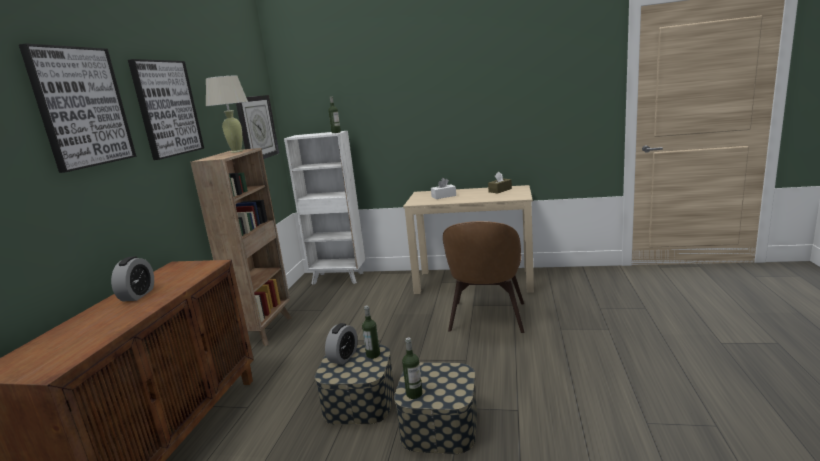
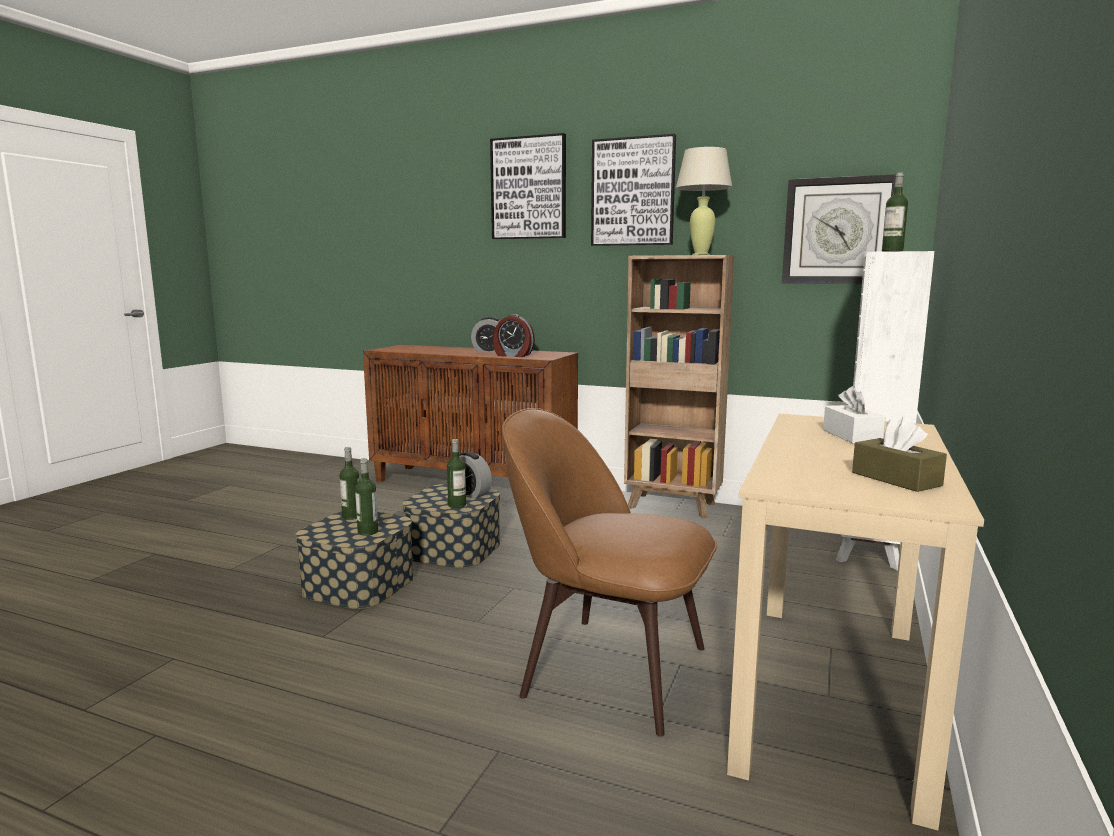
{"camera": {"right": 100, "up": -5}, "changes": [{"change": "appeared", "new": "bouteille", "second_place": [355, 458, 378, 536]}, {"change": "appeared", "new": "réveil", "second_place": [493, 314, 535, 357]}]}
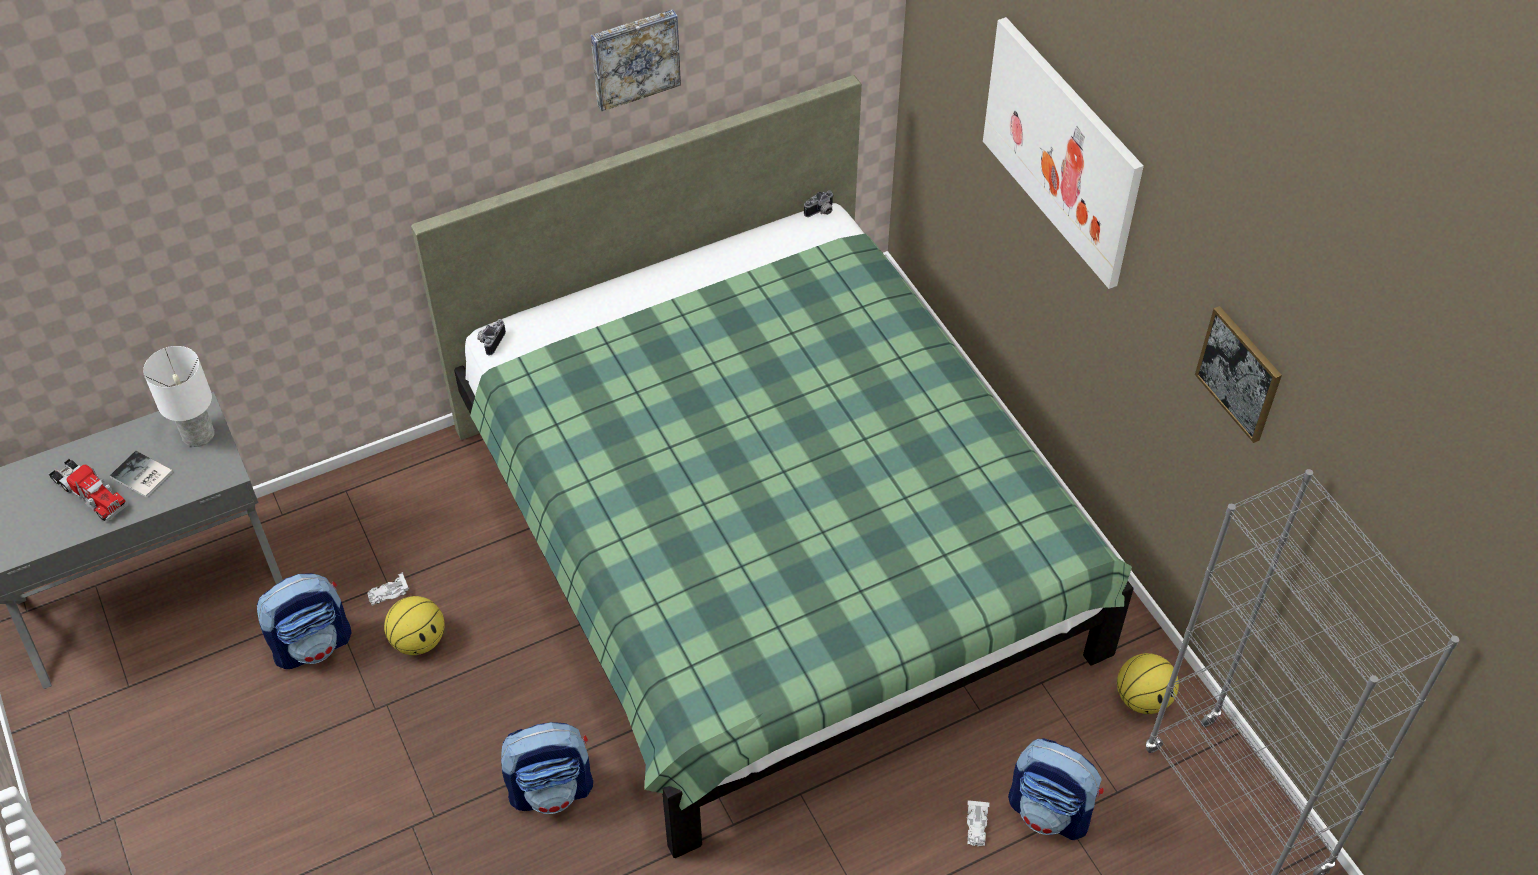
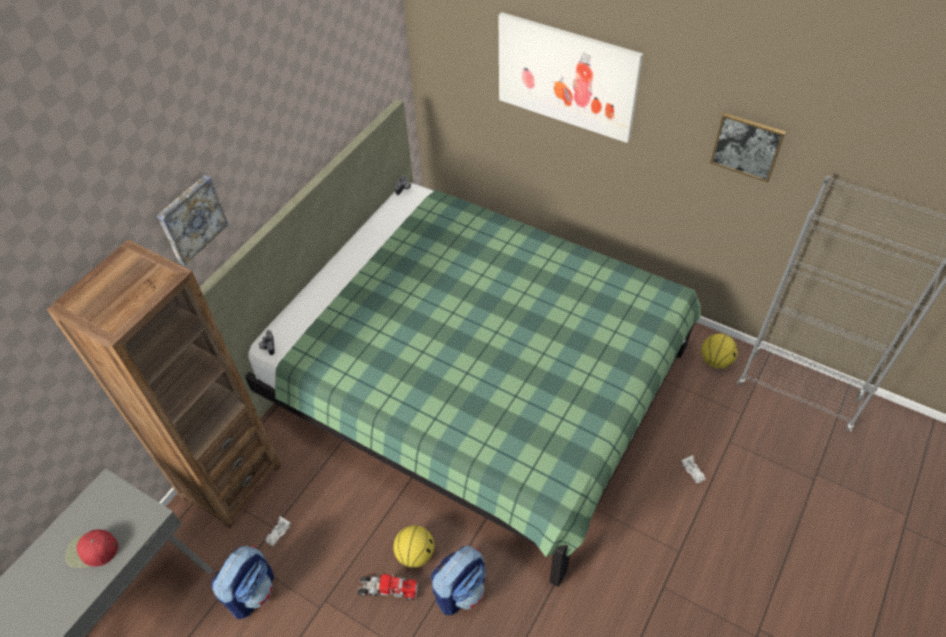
{"camera": {"right": -30, "up": 0}, "changes": [{"change": "missing", "old": "lampe de table [blanc]", "first_place": [143, 346, 214, 447]}, {"change": "missing", "old": "sac à dos", "first_place": [1008, 738, 1103, 840]}, {"change": "appeared", "new": "bibliothèque [marron]", "second_place": [47, 240, 281, 528]}, {"change": "relocated", "old": "camion jouet", "first_place": [49, 459, 127, 521], "second_place": [357, 574, 418, 600]}, {"change": "relocated", "old": "ballon de basket", "first_place": [384, 596, 445, 655], "second_place": [393, 525, 434, 568]}, {"change": "relocated", "old": "tableau", "first_place": [591, 9, 681, 111], "second_place": [157, 175, 228, 265]}, {"change": "exchanged", "old": "livre", "new": "casquette [rouge]", "first_place": [110, 451, 173, 498], "second_place": [65, 529, 118, 568]}]}
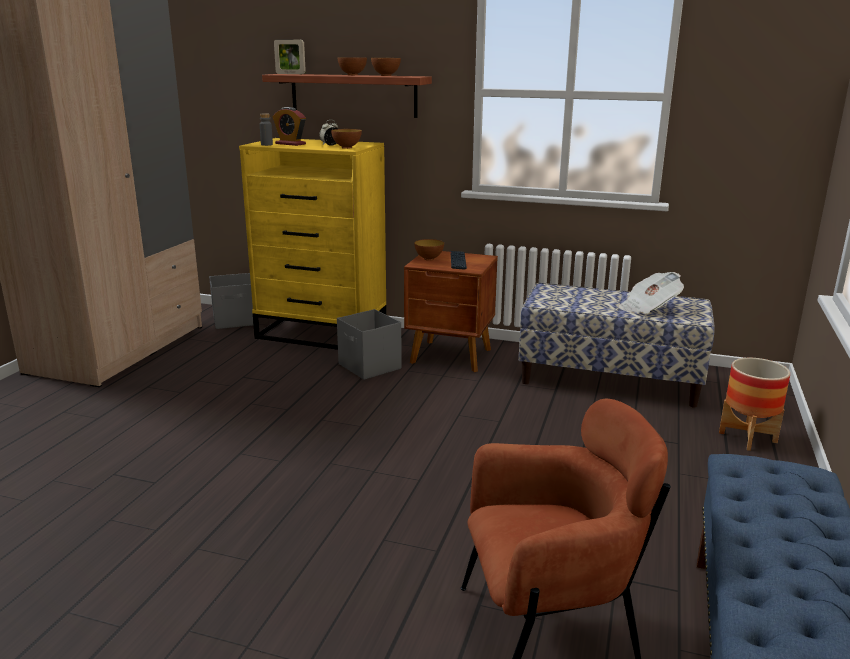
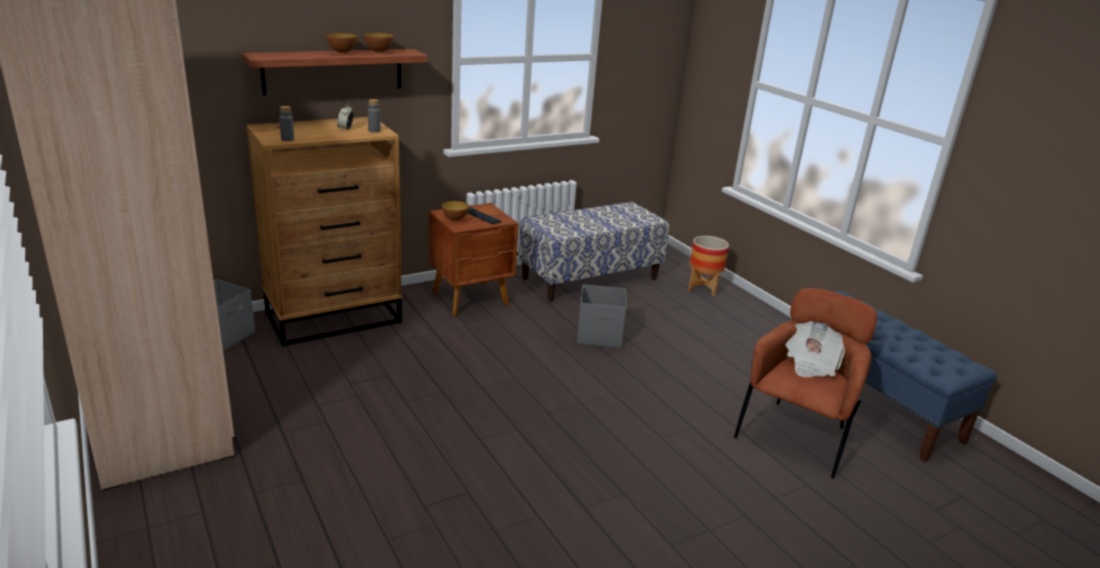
{"camera": {"right": -50, "up": 5}, "changes": [{"change": "missing", "old": "réveil", "first_place": [273, 107, 306, 146]}, {"change": "missing", "old": "cadre photo", "first_place": [274, 39, 306, 74]}, {"change": "relocated", "old": "boîte de rangement [gris]", "first_place": [337, 309, 402, 380], "second_place": [577, 284, 626, 349]}, {"change": "relocated", "old": "journal", "first_place": [618, 272, 684, 314], "second_place": [785, 321, 845, 377]}, {"change": "exchanged", "old": "bol", "new": "bouteille [gris]", "first_place": [331, 129, 362, 149], "second_place": [368, 99, 381, 133]}, {"change": "colour", "old": "commode [jaune]", "new": "commode [marron]", "first_place": [239, 138, 386, 350], "second_place": [246, 117, 402, 347]}]}
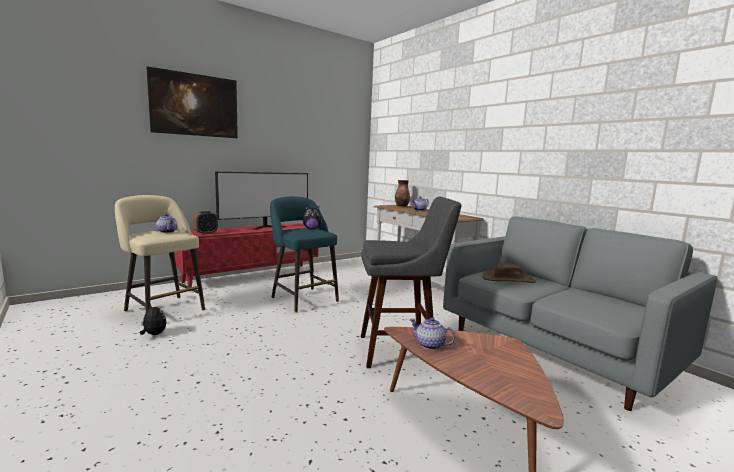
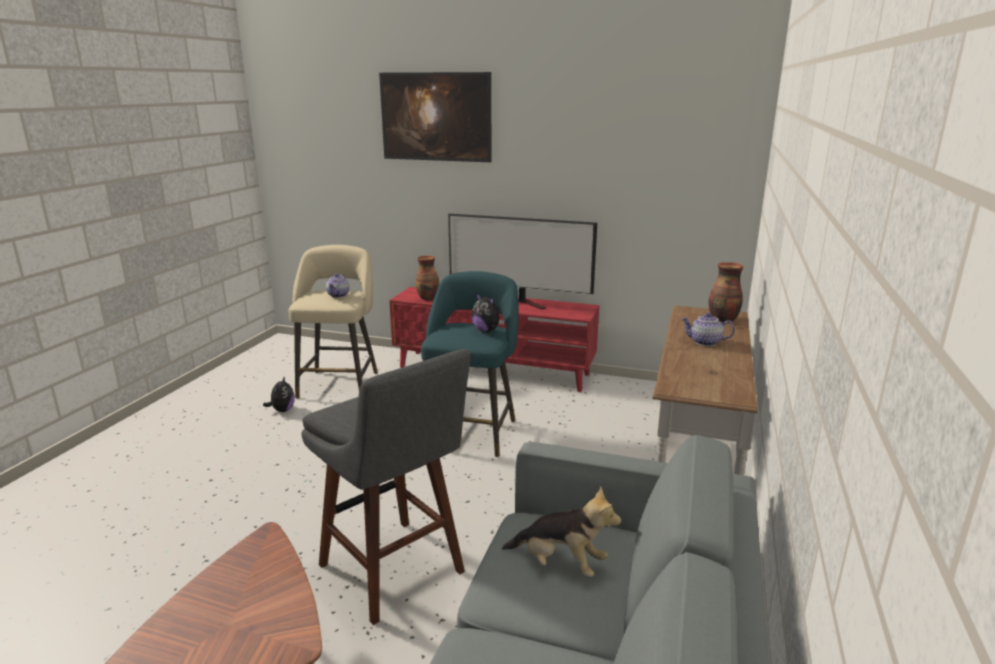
{"camera": {"right": 55, "up": 10}, "changes": [{"change": "missing", "old": "théière", "first_place": [409, 317, 455, 350]}, {"change": "exchanged", "old": "réveil", "new": "vase", "first_place": [193, 211, 218, 234], "second_place": [416, 256, 440, 300]}, {"change": "exchanged", "old": "chapeau [marron]", "new": "peluche", "first_place": [482, 263, 536, 283], "second_place": [502, 486, 621, 577]}]}
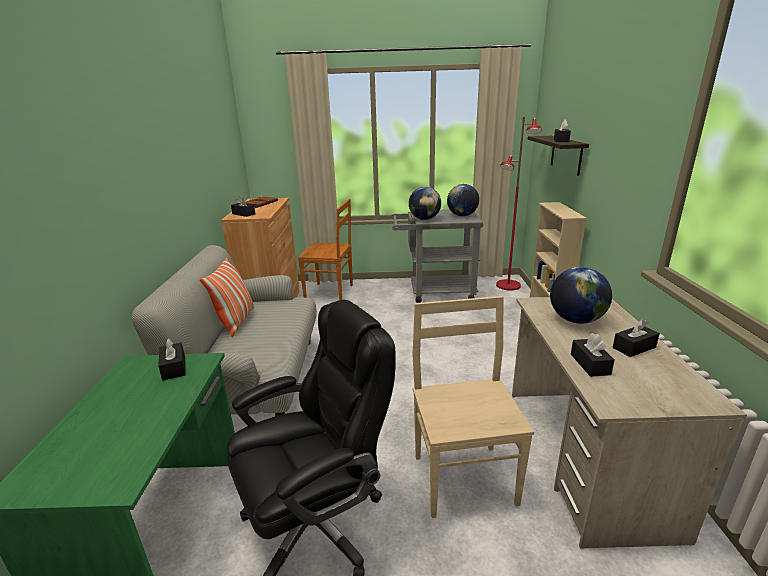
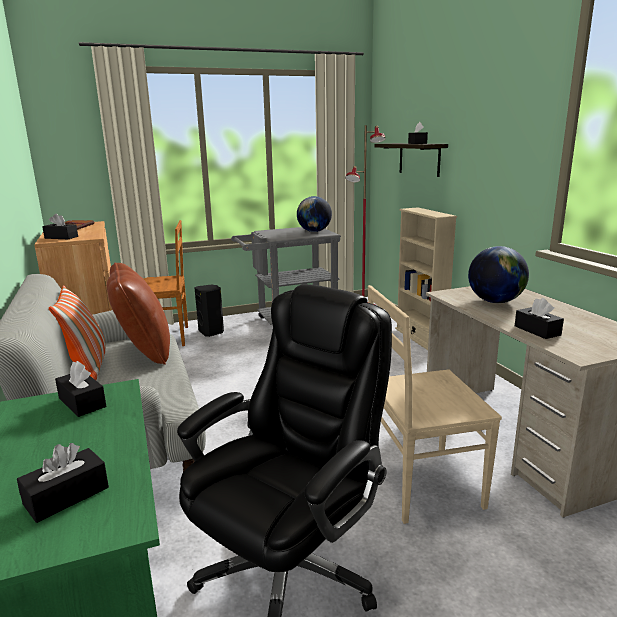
{"camera": {"right": -20, "up": -5}, "changes": [{"change": "missing", "old": "globe", "first_place": [409, 187, 441, 220]}, {"change": "appeared", "new": "coussin [marron]", "second_place": [107, 263, 170, 365]}, {"change": "appeared", "new": "enceinte [noir]", "second_place": [195, 285, 224, 337]}, {"change": "relocated", "old": "boîte à mouchoirs [noir]", "first_place": [613, 319, 660, 357], "second_place": [17, 443, 109, 523]}, {"change": "spun", "old": "chaise [beige]", "first_place": [413, 296, 534, 518], "second_place": [368, 285, 502, 524], "degrees": -75}]}
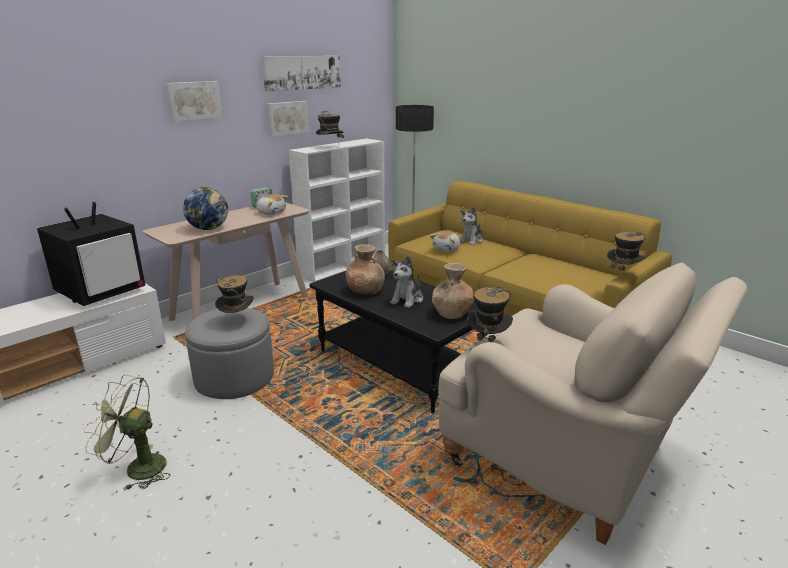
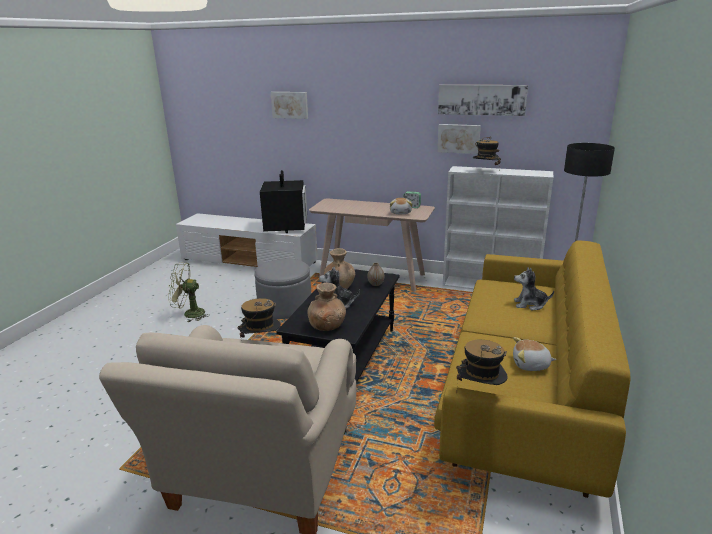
{"camera": {"right": 65, "up": 0}, "changes": [{"change": "missing", "old": "globe", "first_place": [183, 187, 228, 230]}, {"change": "missing", "old": "chapeau", "first_place": [215, 275, 254, 314]}, {"change": "relocated", "old": "tableau", "first_place": [166, 81, 223, 122], "second_place": [271, 92, 308, 119]}, {"change": "relocated", "old": "peluche", "first_place": [430, 231, 460, 252], "second_place": [513, 337, 556, 371]}, {"change": "spun", "old": "téléviseur", "first_place": [37, 202, 145, 306], "second_place": [260, 170, 307, 233], "degrees": -105}, {"change": "spun", "old": "ventilateur [vert]", "first_place": [84, 375, 171, 491], "second_place": [168, 262, 210, 322], "degrees": -75}]}
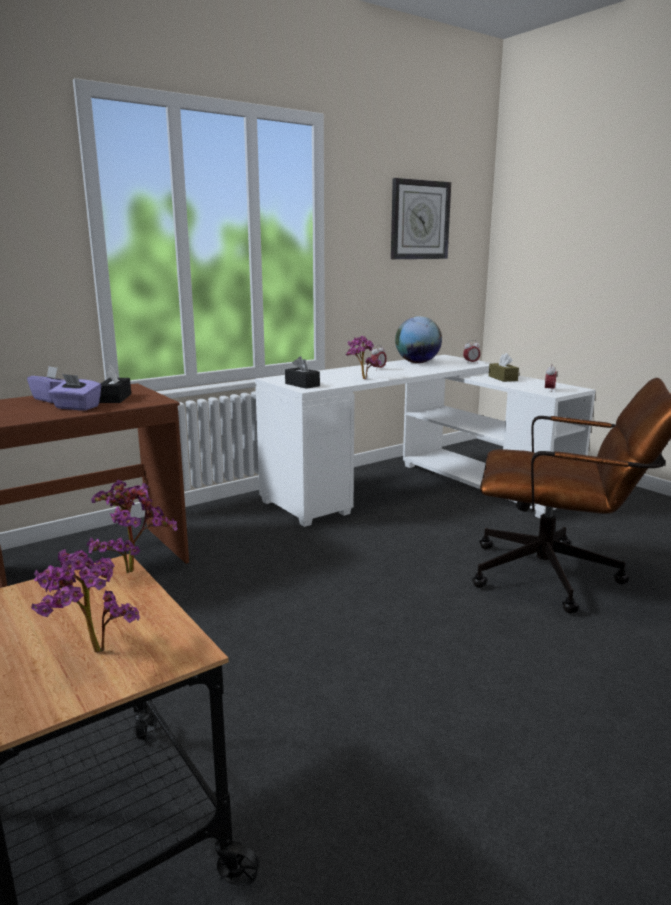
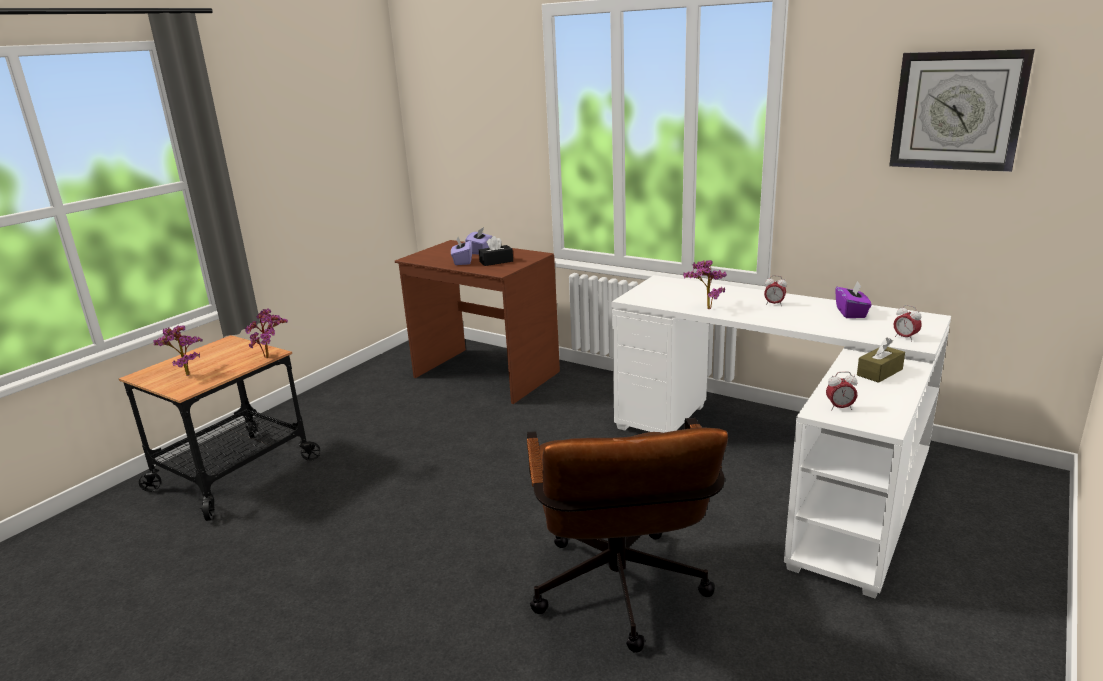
{"camera": {"right": 70, "up": 5}, "changes": [{"change": "missing", "old": "boîte à mouchoirs [noir]", "first_place": [285, 356, 320, 389]}, {"change": "exchanged", "old": "globe", "new": "boîte à mouchoirs [violet]", "first_place": [395, 316, 442, 363], "second_place": [836, 281, 872, 318]}]}
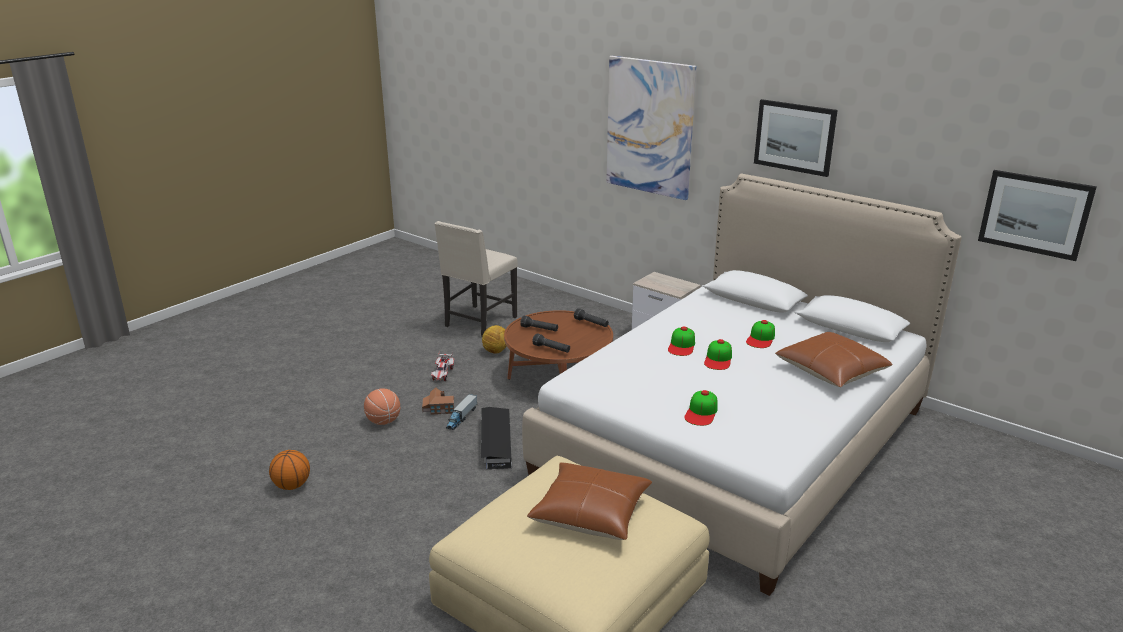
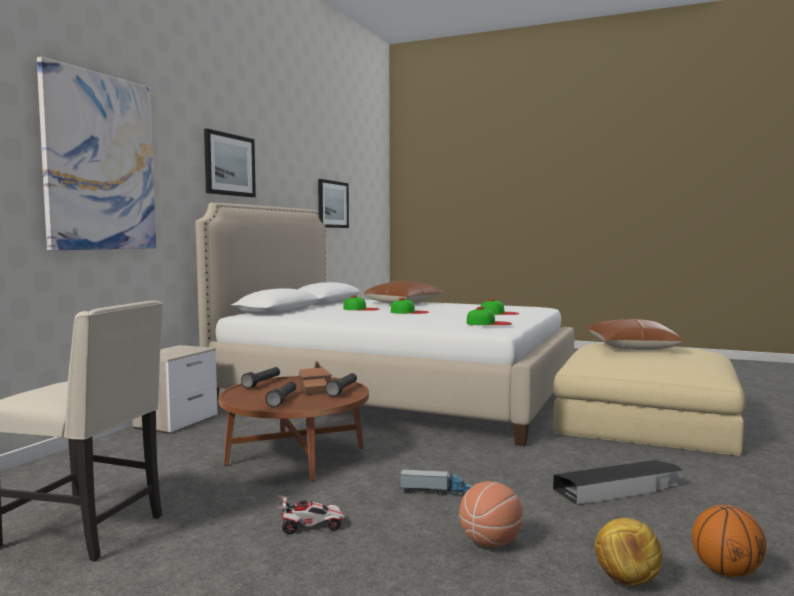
{"camera": {"right": -105, "up": -20}, "changes": [{"change": "relocated", "old": "maison miniature", "first_place": [422, 387, 454, 415], "second_place": [299, 361, 332, 395]}, {"change": "relocated", "old": "boîte de rangement [noir]", "first_place": [481, 407, 512, 469], "second_place": [553, 460, 682, 505]}, {"change": "relocated", "old": "ballon de foot", "first_place": [482, 325, 507, 354], "second_place": [595, 518, 663, 586]}, {"change": "relocated", "old": "casquette", "first_place": [668, 327, 695, 356], "second_place": [467, 307, 512, 325]}]}
